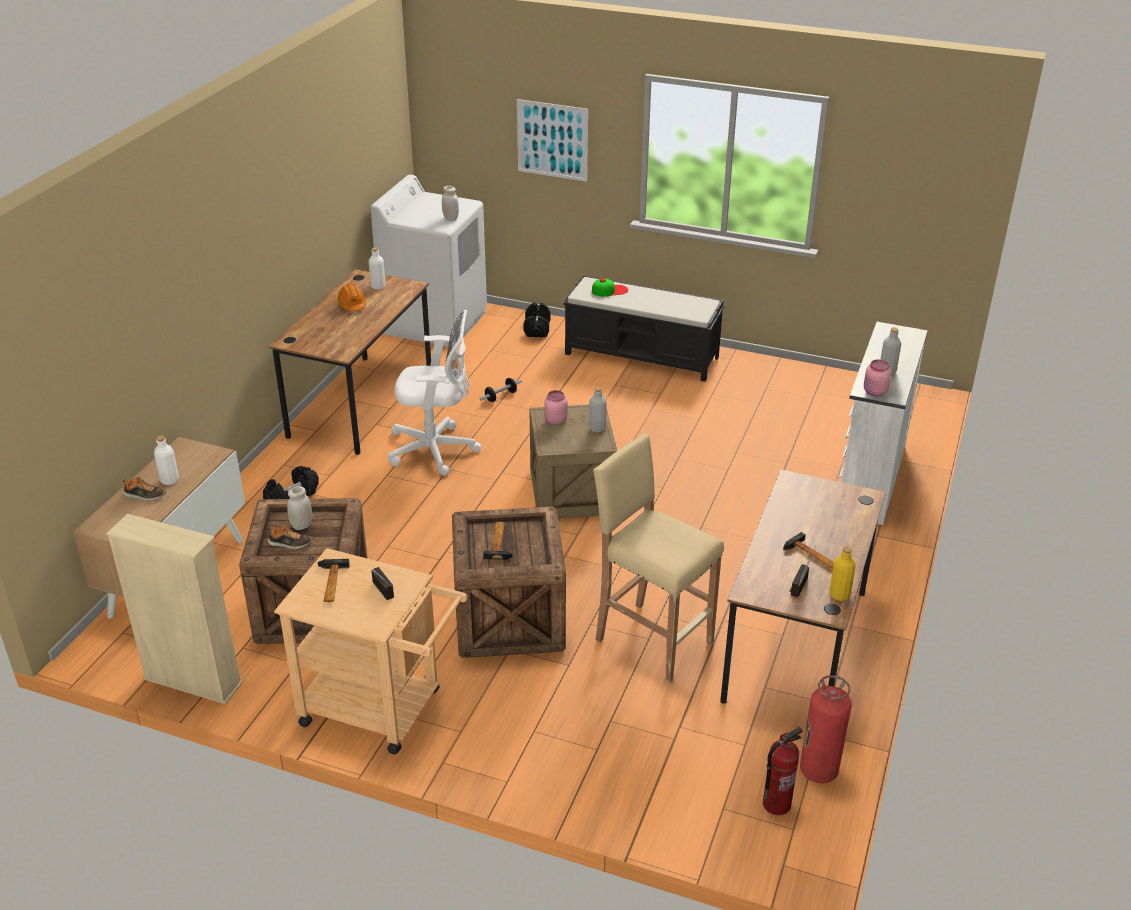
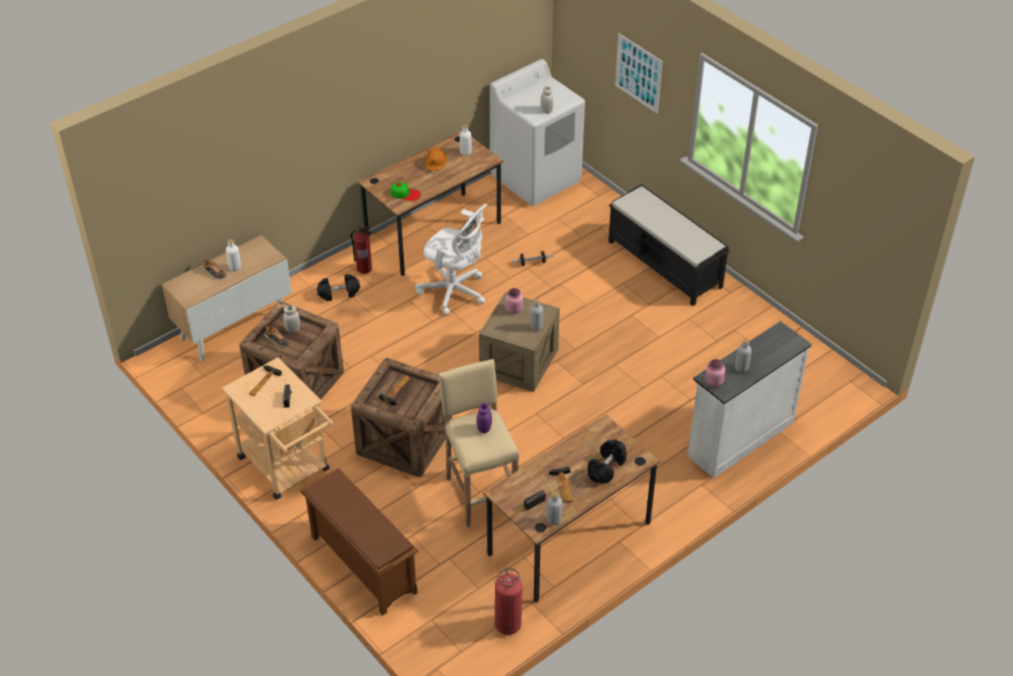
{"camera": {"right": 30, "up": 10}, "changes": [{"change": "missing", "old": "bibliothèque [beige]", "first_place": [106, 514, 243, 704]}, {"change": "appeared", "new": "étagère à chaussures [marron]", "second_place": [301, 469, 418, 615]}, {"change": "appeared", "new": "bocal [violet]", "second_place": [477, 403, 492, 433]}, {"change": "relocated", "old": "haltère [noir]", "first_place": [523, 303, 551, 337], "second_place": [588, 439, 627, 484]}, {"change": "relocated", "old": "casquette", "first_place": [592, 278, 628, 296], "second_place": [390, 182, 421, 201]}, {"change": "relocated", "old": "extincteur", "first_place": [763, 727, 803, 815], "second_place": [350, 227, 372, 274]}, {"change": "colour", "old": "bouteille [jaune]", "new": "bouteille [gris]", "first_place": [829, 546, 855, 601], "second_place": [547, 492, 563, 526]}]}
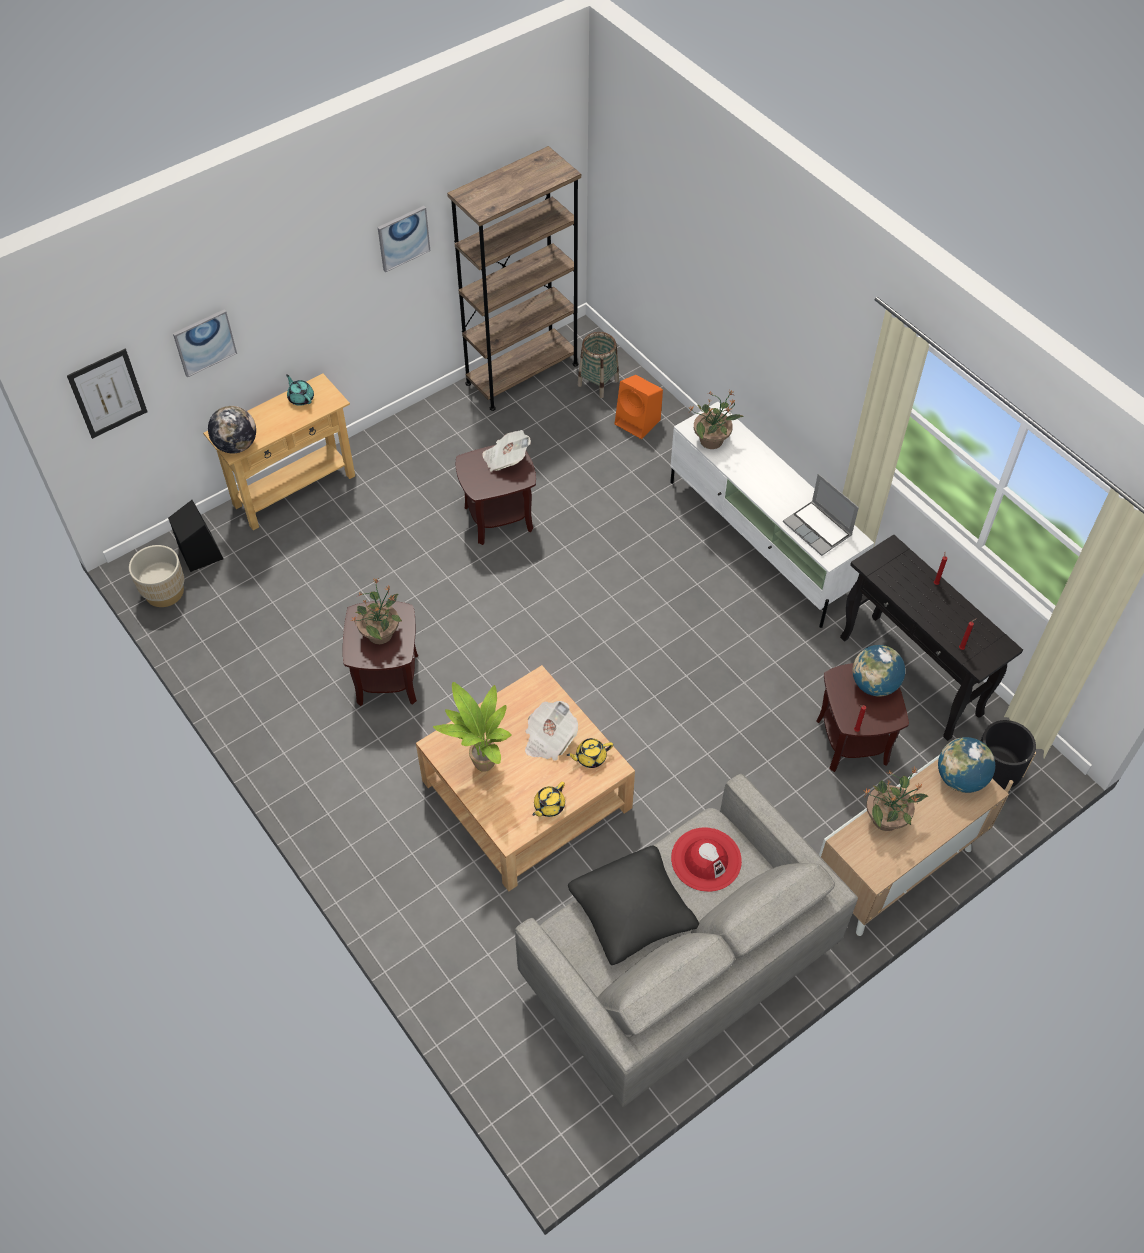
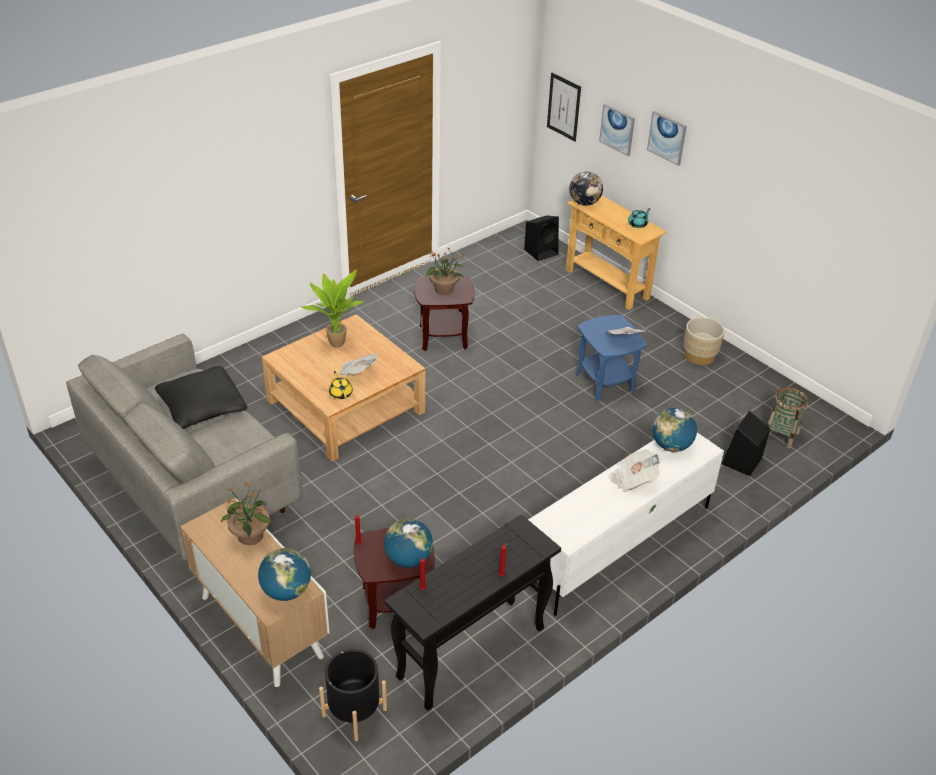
{"camera": {"right": 85, "up": -15}, "changes": [{"change": "missing", "old": "bibliothèque [marron]", "first_place": [447, 146, 581, 411]}, {"change": "missing", "old": "théière [jaune]", "first_place": [532, 782, 565, 817]}, {"change": "missing", "old": "chapeau [rouge]", "first_place": [671, 827, 742, 892]}, {"change": "missing", "old": "ordinateur portable", "first_place": [783, 474, 859, 556]}, {"change": "appeared", "new": "journal", "second_place": [608, 449, 662, 492]}, {"change": "relocated", "old": "cache-pot [beige]", "first_place": [129, 545, 184, 607], "second_place": [684, 317, 725, 365]}, {"change": "relocated", "old": "tableau", "first_place": [378, 206, 430, 272], "second_place": [647, 111, 687, 166]}, {"change": "exchanged", "old": "plante en pot", "new": "globe", "first_place": [689, 390, 743, 449], "second_place": [652, 408, 697, 452]}, {"change": "colour", "old": "table d'appoint [marron]", "new": "table d'appoint [bleu]", "first_place": [456, 445, 536, 545], "second_place": [576, 315, 647, 401]}, {"change": "colour", "old": "enceinte [orange]", "new": "enceinte [noir]", "first_place": [615, 375, 663, 439], "second_place": [721, 411, 770, 476]}]}
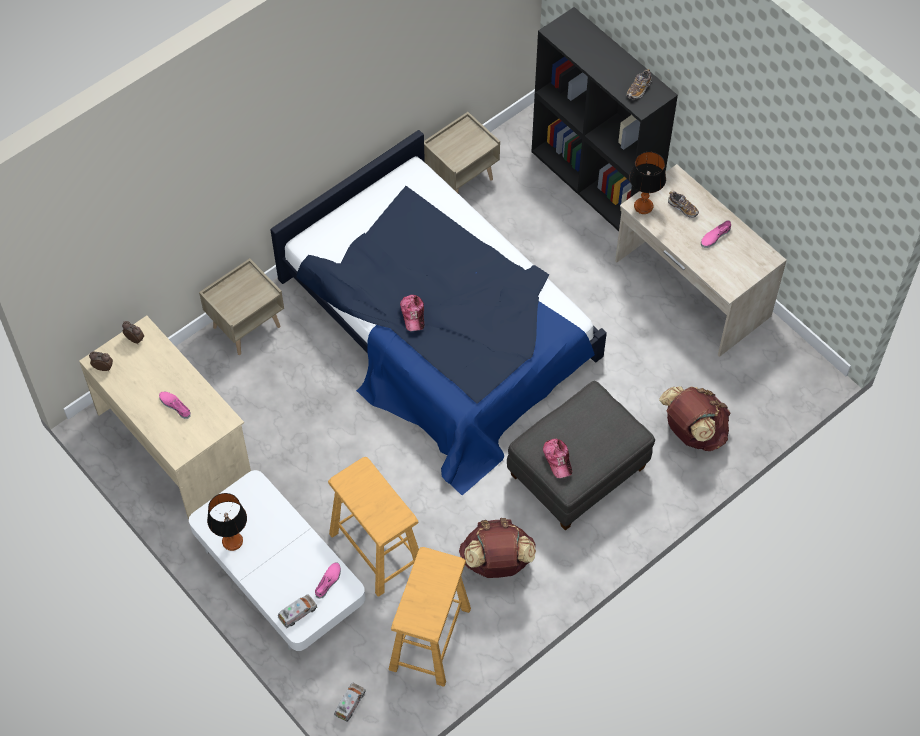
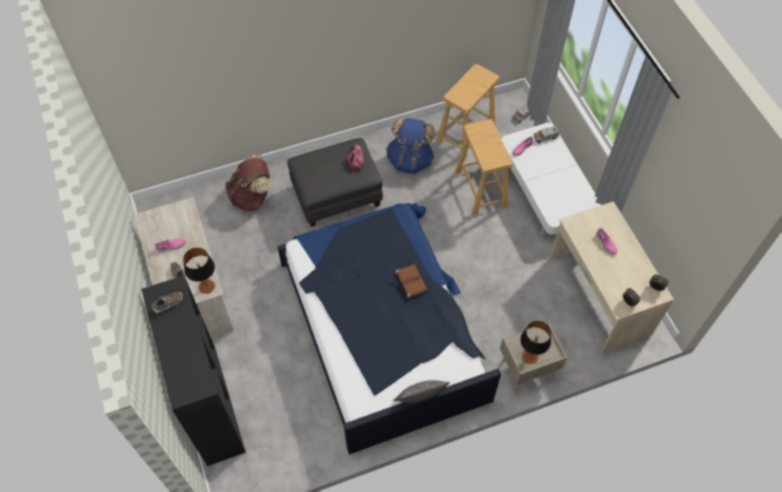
{"camera": {"right": -160, "up": 0}, "changes": [{"change": "missing", "old": "table de chevet [beige]", "first_place": [424, 112, 500, 193]}, {"change": "appeared", "new": "coussin", "second_place": [394, 380, 450, 403]}, {"change": "relocated", "old": "lampe de table", "first_place": [207, 493, 247, 551], "second_place": [520, 321, 551, 364]}, {"change": "exchanged", "old": "casquette", "new": "livre [marron]", "first_place": [400, 295, 424, 331], "second_place": [395, 264, 428, 298]}, {"change": "colour", "old": "sac à dos [marron]", "new": "sac à dos [bleu]", "first_place": [459, 518, 536, 578], "second_place": [386, 118, 436, 174]}]}
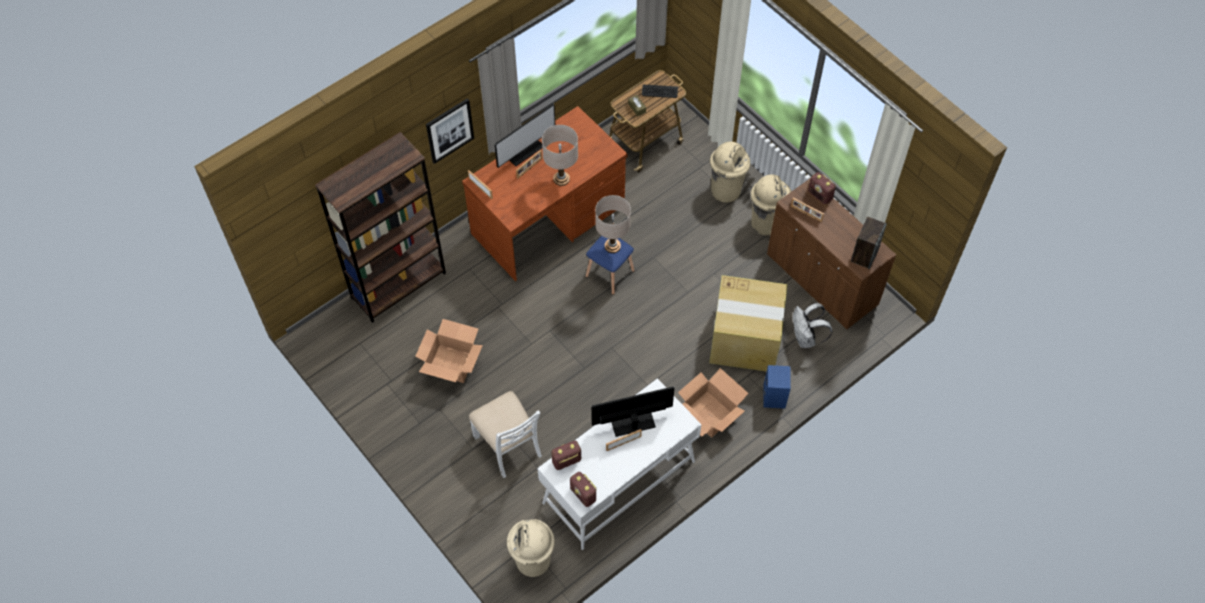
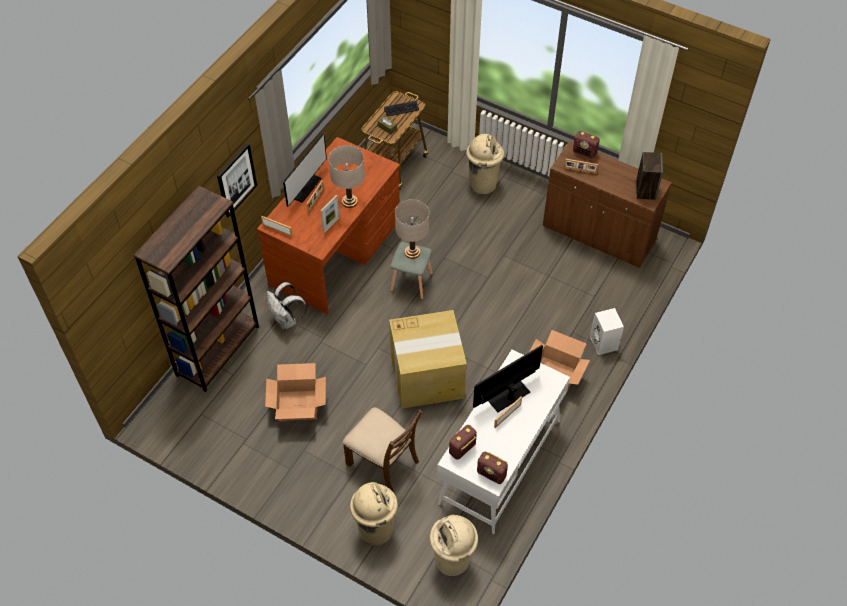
{"camera": {"right": -20, "up": -5}, "changes": [{"change": "appeared", "new": "cadre photo", "second_place": [321, 195, 340, 233]}, {"change": "relocated", "old": "carton", "first_place": [709, 275, 787, 372], "second_place": [389, 310, 467, 409]}, {"change": "relocated", "old": "poubelle [beige]", "first_place": [751, 174, 792, 236], "second_place": [350, 482, 398, 546]}, {"change": "relocated", "old": "sac à dos [blanc]", "first_place": [793, 303, 832, 348], "second_place": [266, 282, 307, 329]}, {"change": "colour", "old": "chaise [blanc]", "new": "chaise [marron]", "first_place": [469, 391, 542, 478], "second_place": [343, 407, 423, 492]}, {"change": "colour", "old": "tabouret [bleu]", "new": "tabouret [gris]", "first_place": [586, 236, 635, 295], "second_place": [390, 242, 433, 300]}, {"change": "colour", "old": "enceinte [bleu]", "new": "enceinte [blanc]", "first_place": [763, 365, 791, 409], "second_place": [590, 308, 624, 355]}]}
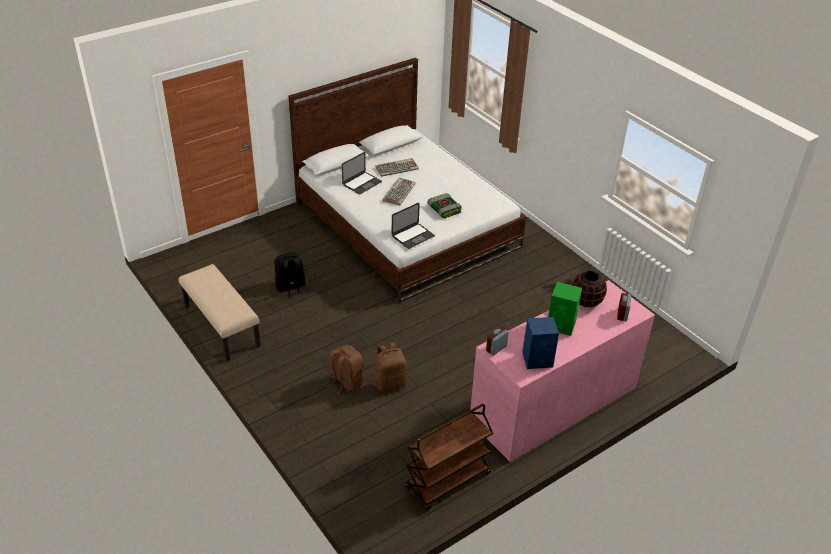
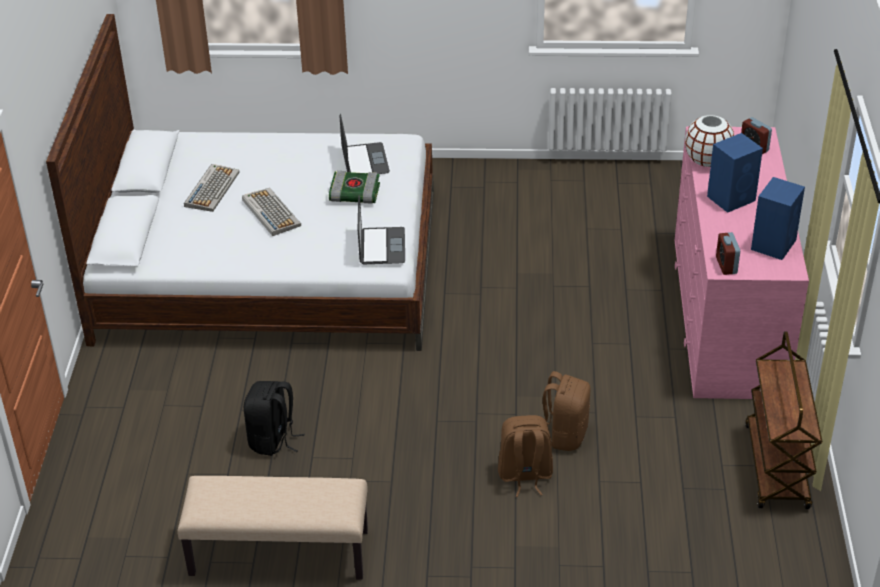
{"camera": {"right": -50, "up": 0}, "changes": [{"change": "relocated", "old": "ordinateur portable", "first_place": [342, 152, 382, 194], "second_place": [340, 114, 390, 174]}, {"change": "colour", "old": "enceinte [vert]", "new": "enceinte [bleu]", "first_place": [548, 282, 582, 336], "second_place": [707, 133, 763, 213]}, {"change": "colour", "old": "vase [noir]", "new": "vase [blanc]", "first_place": [572, 271, 607, 307], "second_place": [685, 115, 734, 167]}]}
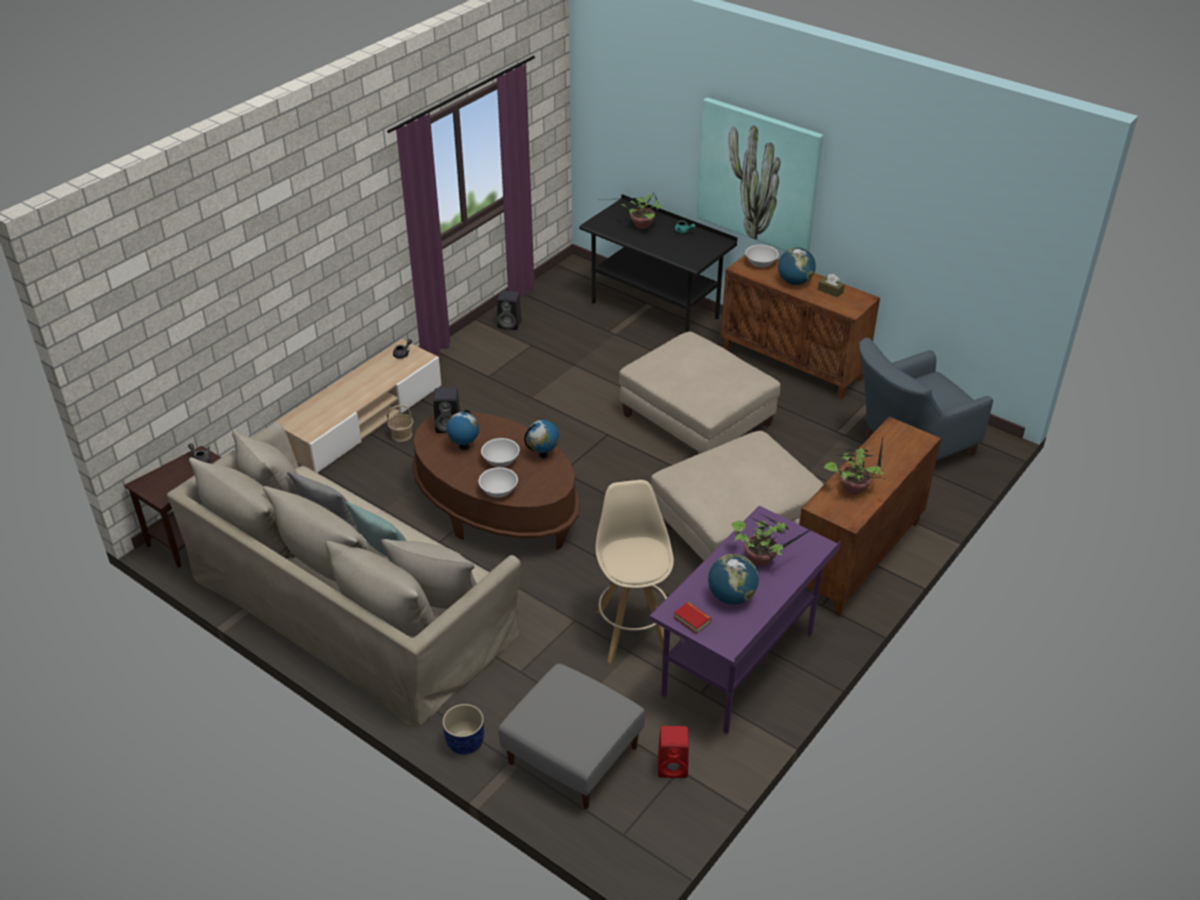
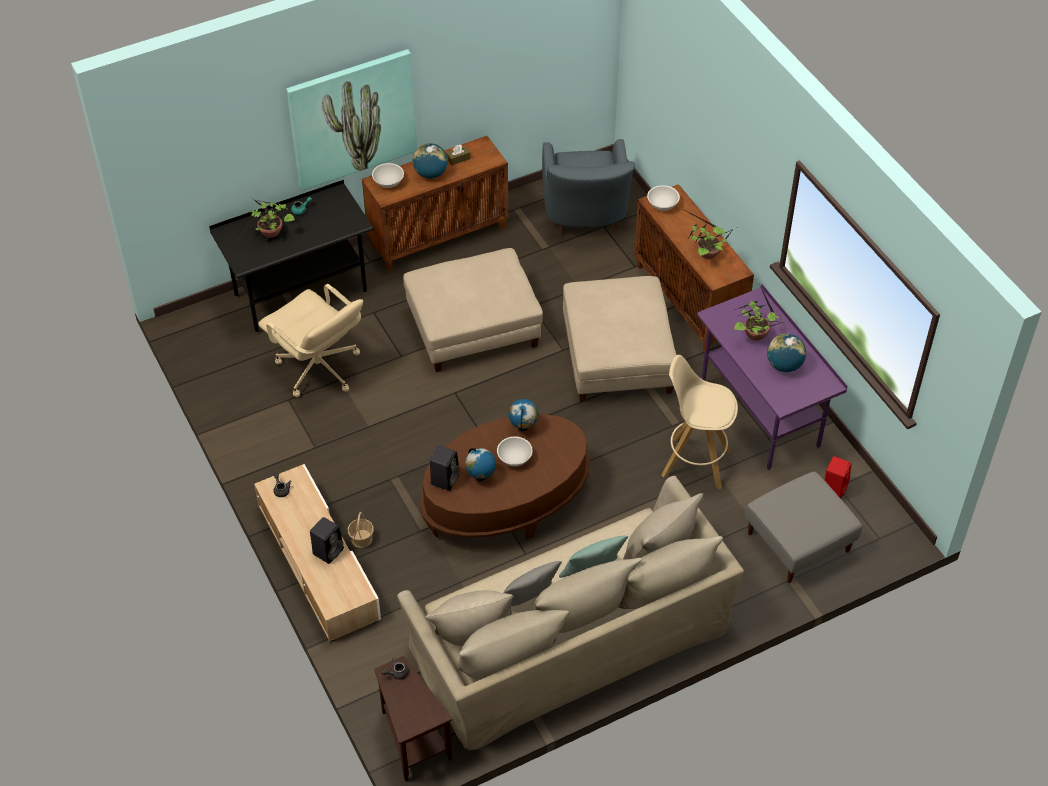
{"camera": {"right": -65, "up": 10}, "changes": [{"change": "missing", "old": "cache-pot [bleu]", "first_place": [442, 704, 484, 755]}, {"change": "missing", "old": "livre", "first_place": [674, 602, 711, 634]}, {"change": "appeared", "new": "chaise de bureau [beige]", "second_place": [258, 284, 363, 397]}, {"change": "relocated", "old": "bol [blanc]", "first_place": [478, 467, 518, 497], "second_place": [647, 185, 680, 211]}, {"change": "relocated", "old": "enceinte [noir]", "first_place": [497, 290, 521, 330], "second_place": [310, 517, 344, 564]}]}
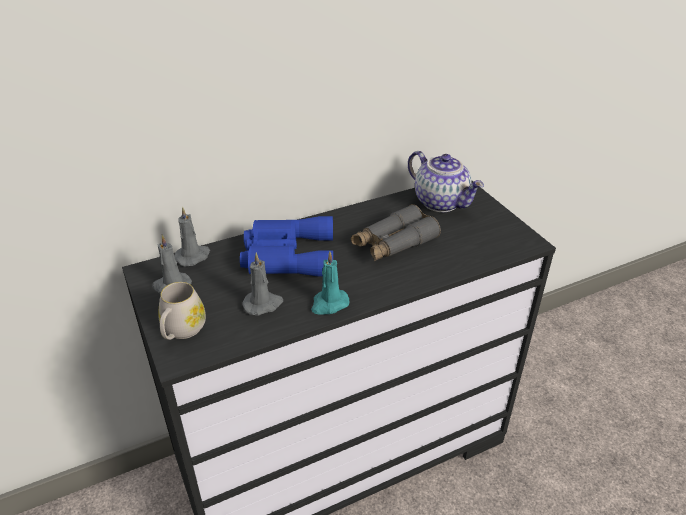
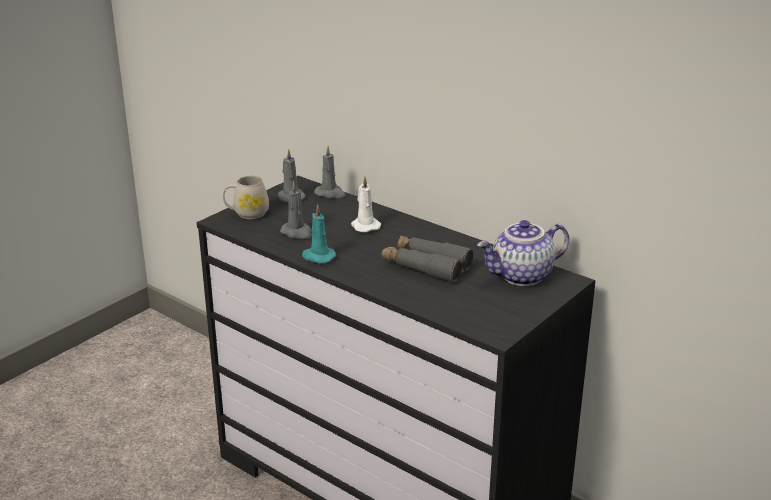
{"camera": {"right": 65, "up": -10}, "changes": [{"change": "exchanged", "old": "jumelles [bleu]", "new": "bougie [blanc]", "first_place": [240, 216, 333, 277], "second_place": [351, 177, 381, 232]}, {"change": "spun", "old": "théière", "first_place": [408, 151, 484, 212], "second_place": [477, 220, 569, 286], "degrees": 45}]}
